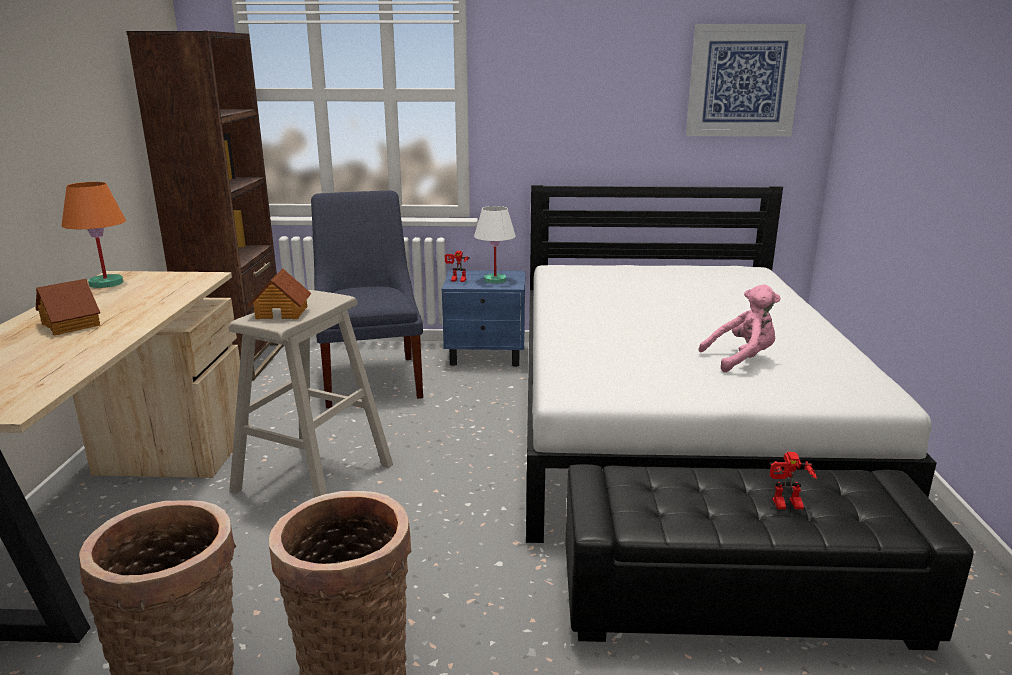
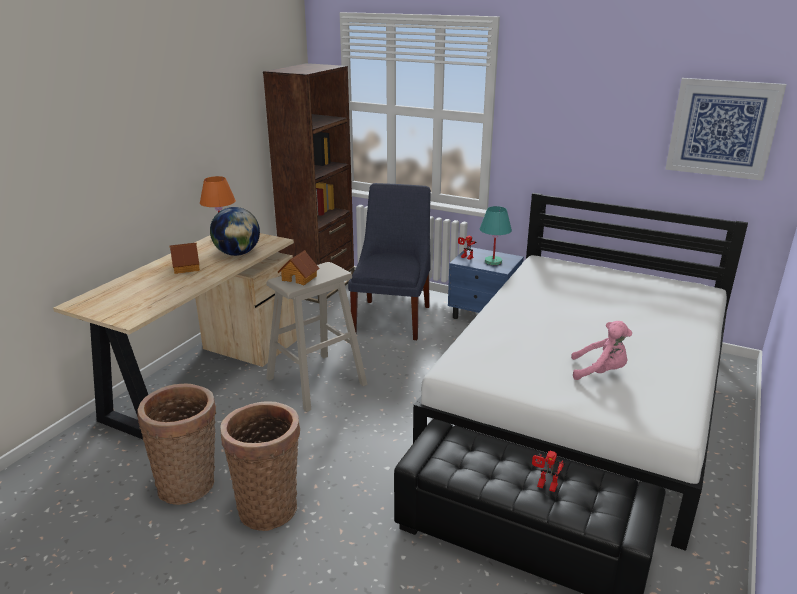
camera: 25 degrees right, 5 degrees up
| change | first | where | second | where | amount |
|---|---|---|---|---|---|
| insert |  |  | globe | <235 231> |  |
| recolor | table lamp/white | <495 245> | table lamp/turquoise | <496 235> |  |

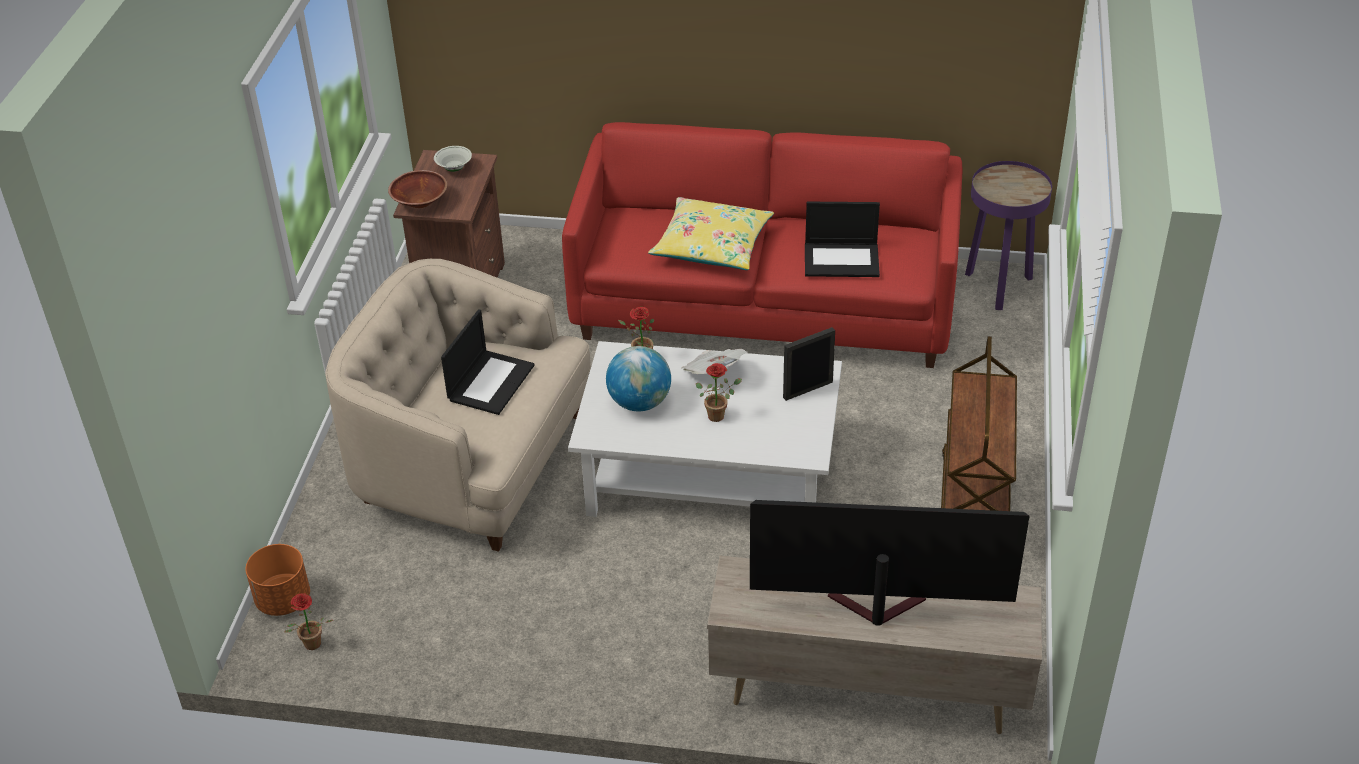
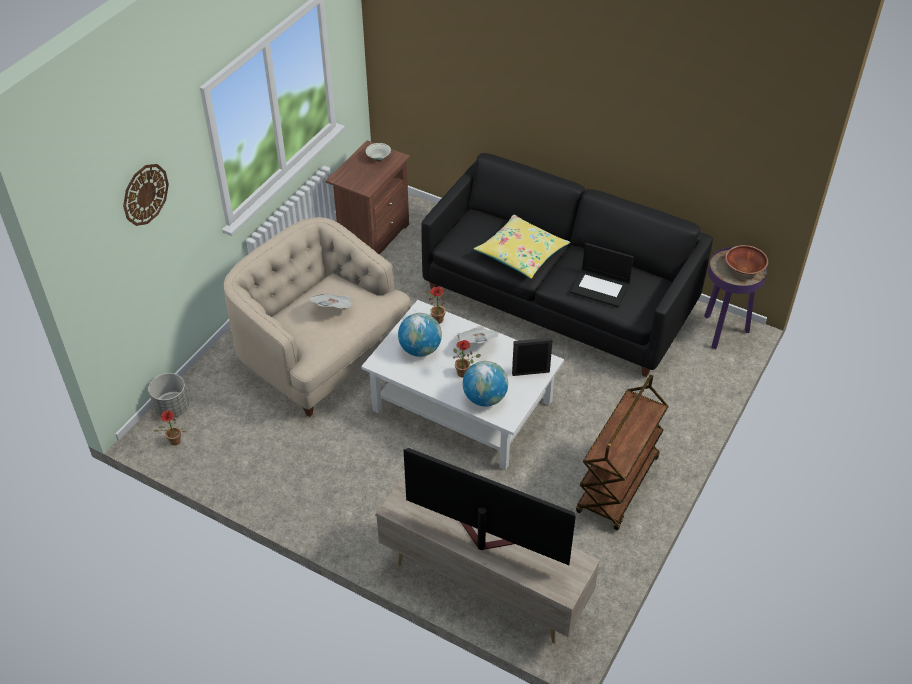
camera: 20 degrees right, 5 degrees up
| change | first | where | second | where | amount |
|---|---|---|---|---|---|
| insert |  |  | wall clock | <146 195> |  |
| insert |  |  | globe | <485 383> |  |
| move | bowl/brown | <417 189> |  | <746 259> |  |
| replace | laptop | <488 362> | newspaper | <331 300> |  |
| recolor | planter/orange | <277 580> | planter/grey | <168 395> |  |
| recolor | sofa/red | <762 245> | sofa/black | <567 265> |  |

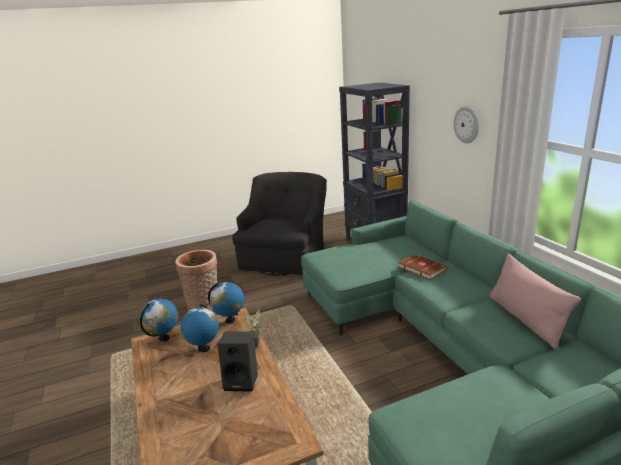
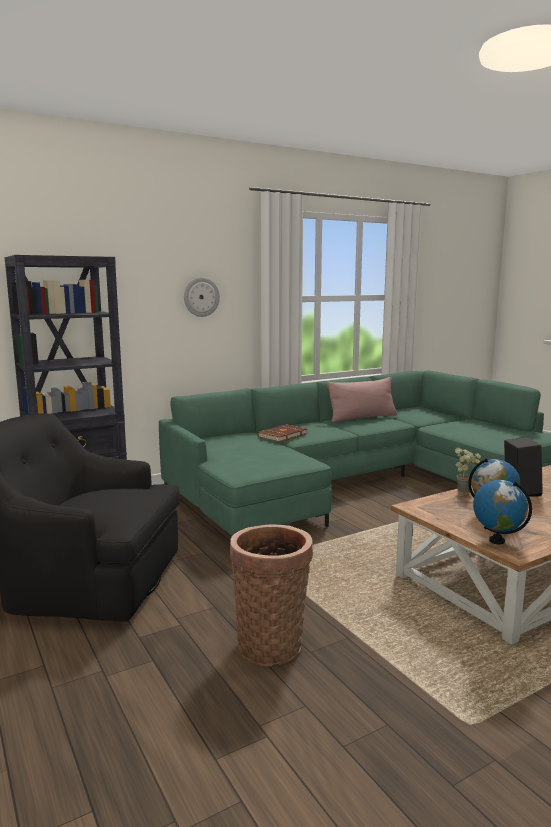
camera: 100 degrees left, 10 degrees down
| change | first | where | second | where | amount |
|---|---|---|---|---|---|
| delete | globe | <226 303> |  |  |  |

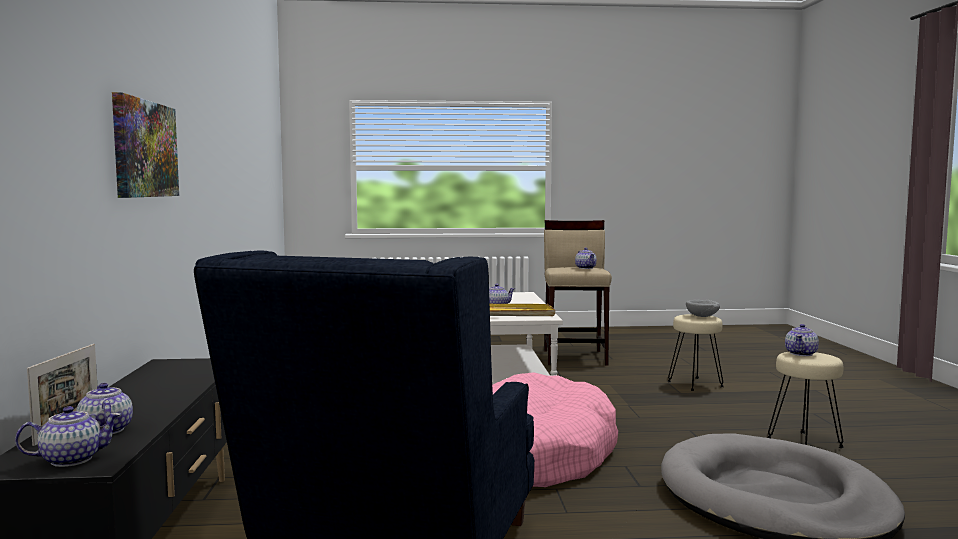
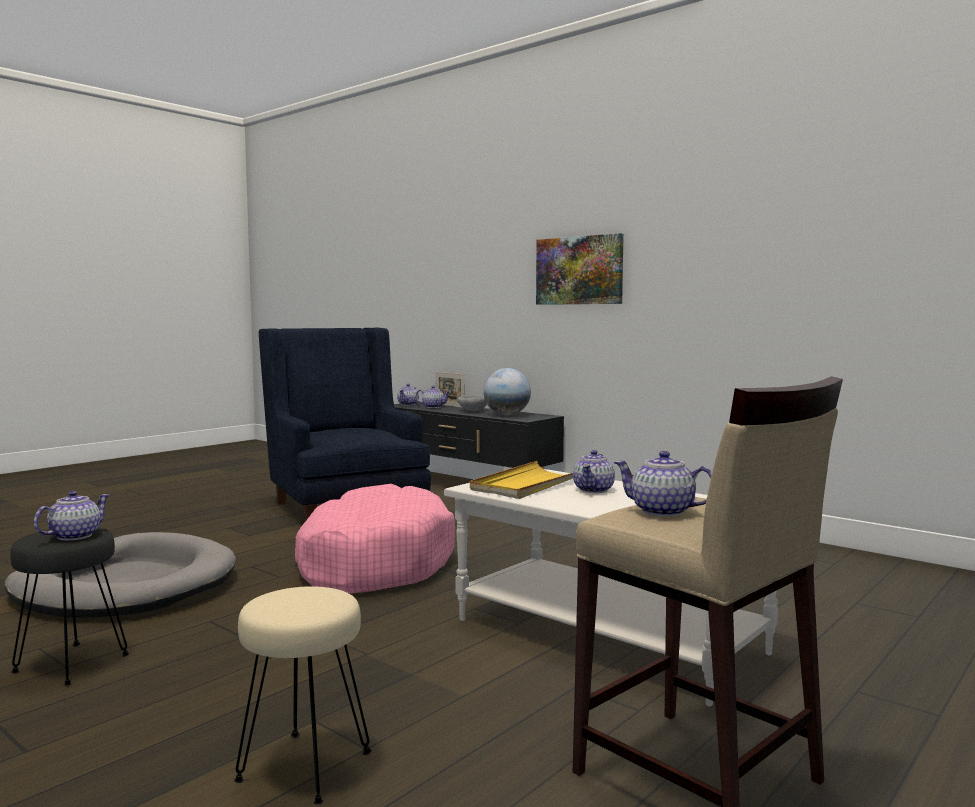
camera: 135 degrees right, 0 degrees up
| change | first | where | second | where | amount |
|---|---|---|---|---|---|
| insert |  |  | globe | <507 391> |  |
| move | bowl/grey | <703 308> |  | <472 403> |  |
| recolor | stool/beige | <805 400> | stool/black | <69 606> |  |
| rotate | teapot | <802 340> |  | <72 515> | 45 degrees clockwise |

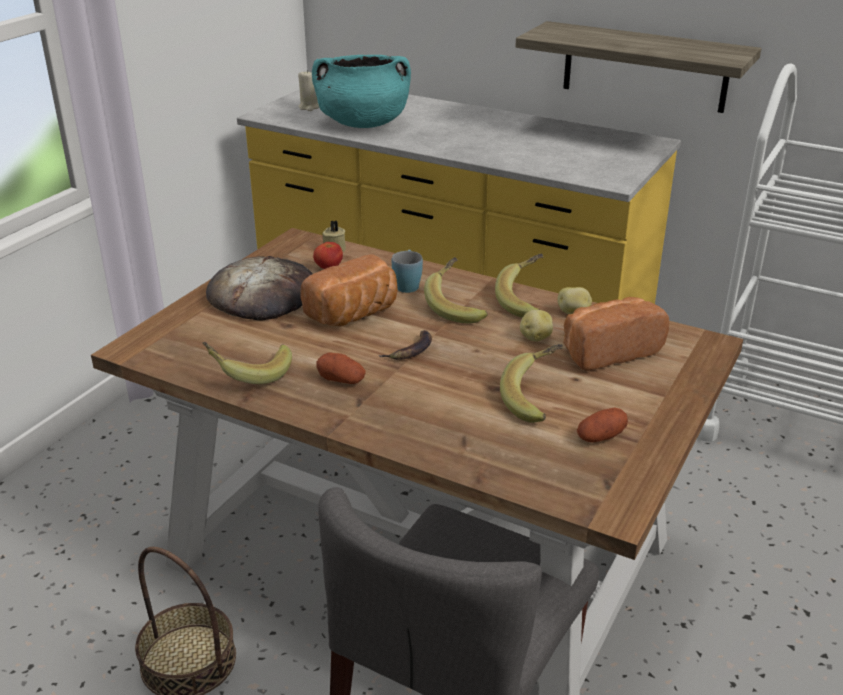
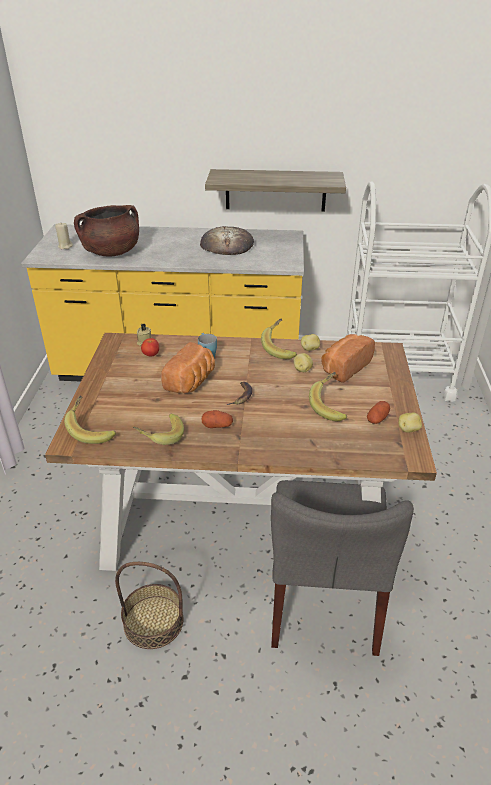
camera: 25 degrees left, 5 degrees up
| change | first | where | second | where | amount |
|---|---|---|---|---|---|
| insert |  |  | potato | <410 422> |  |
| move | bread | <259 288> |  | <227 240> |  |
| move | banana | <456 290> |  | <90 419> |  |
| recolor | cooking pot/turquoise | <361 91> | cooking pot/brown | <106 230> |  |

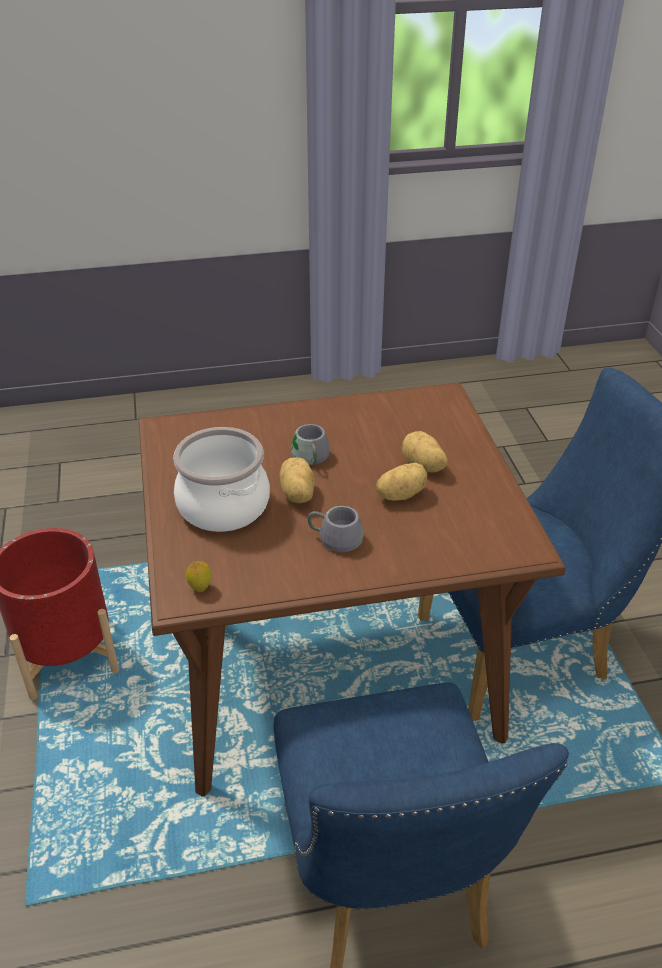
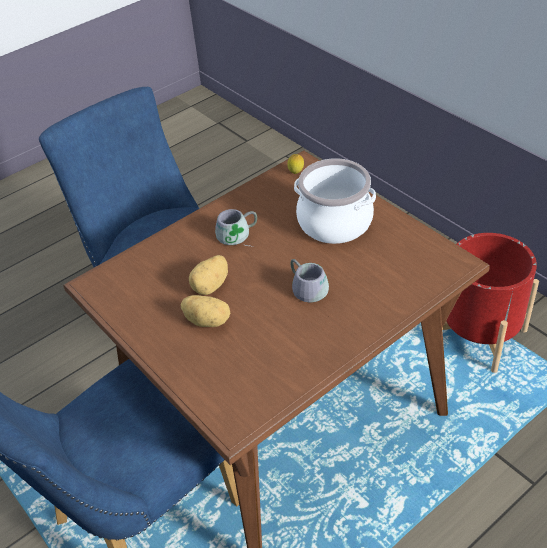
camera: 155 degrees right, 5 degrees up
| change | first | where | second | where | amount |
|---|---|---|---|---|---|
| delete | potato | <297 480> |  |  |  |

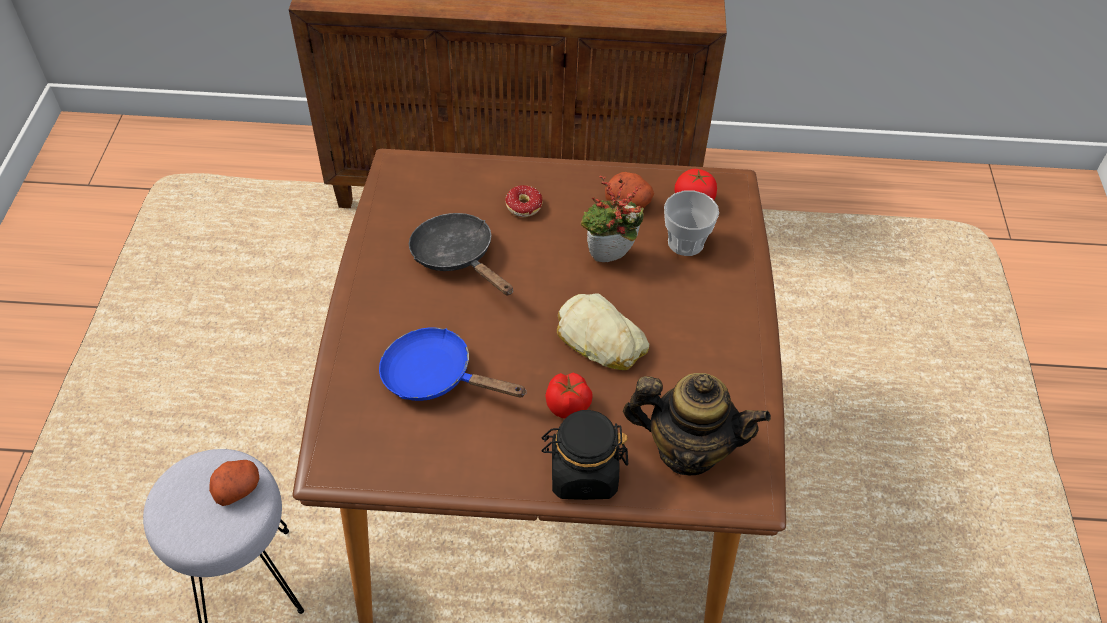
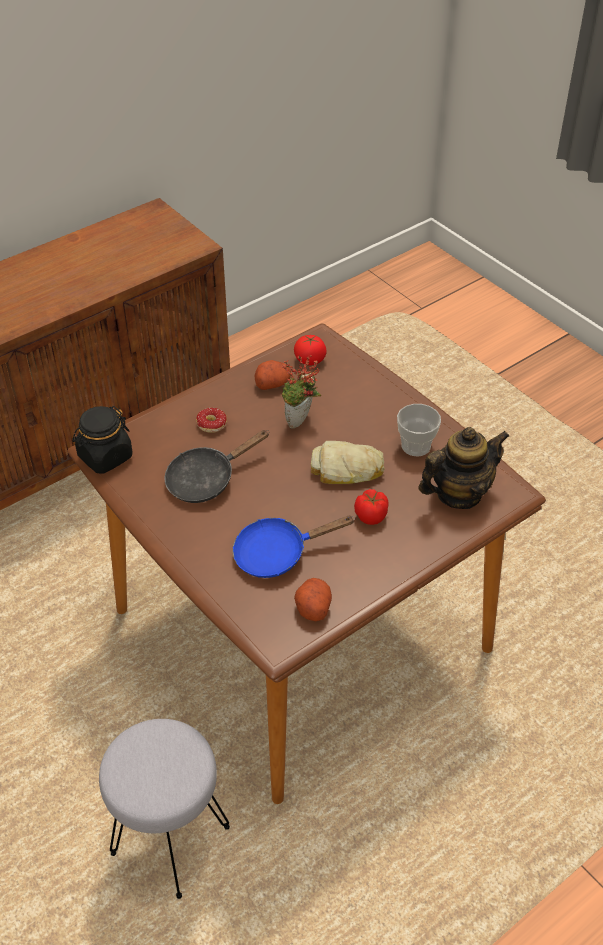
camera: 40 degrees left, 5 degrees down
| change | first | where | second | where | amount |
|---|---|---|---|---|---|
| move | potato | <234 483> |  | <313 599> |  |
| move | jar/black | <585 455> |  | <102 440> |  |
| move | cup | <691 223> |  | <419 430> |  |
| rotate | frying pan/black | <461 254> |  | <216 466> | 45 degrees counterclockwise |

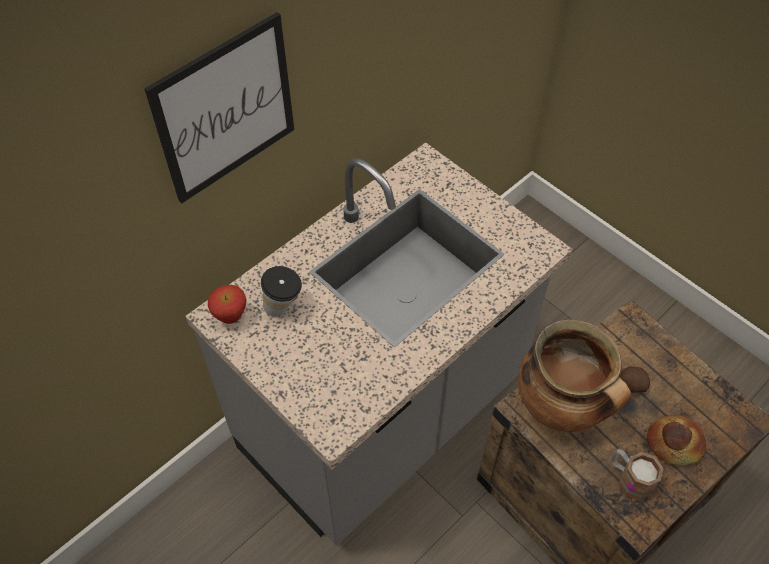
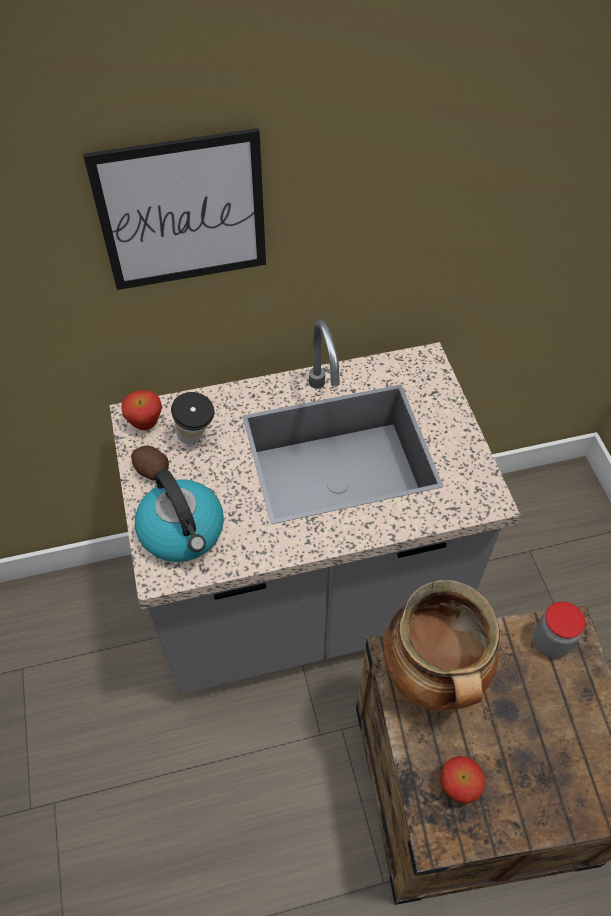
camera: 30 degrees right, 0 degrees up
| change | first | where | second | where | amount |
|---|---|---|---|---|---|
| delete | bread | <676 440> |  |  |  |
| insert |  |  | kettle | <179 515> |  |
| insert |  |  | jar | <559 629> |  |
| move | potato | <635 379> |  | <150 462> |  |
| replace | mug | <637 475> | apple | <462 780> |  |

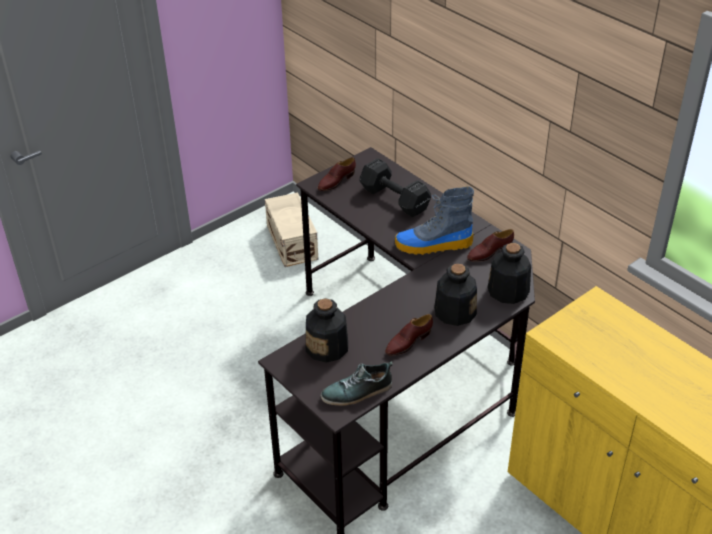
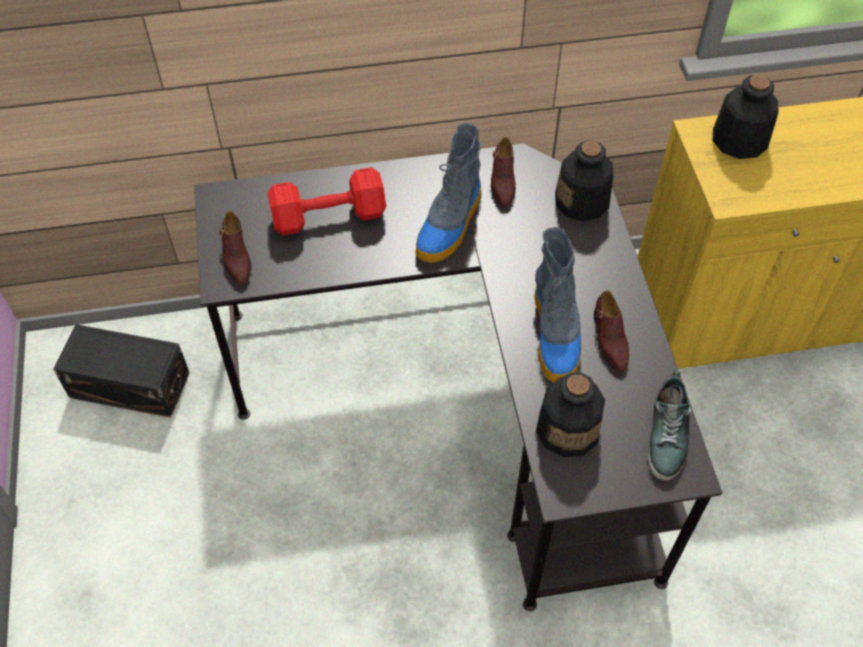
camera: 60 degrees left, 15 degrees up
| change | first | where | second | where | amount |
|---|---|---|---|---|---|
| insert |  |  | boot | <558 304> |  |
| move | bottle | <455 295> |  | <745 117> |  |
| recolor | storage box/beige | <291 229> | storage box/black | <121 371> |  |
| recolor | dumbbell/black | <395 187> | dumbbell/red | <327 201> |  |

